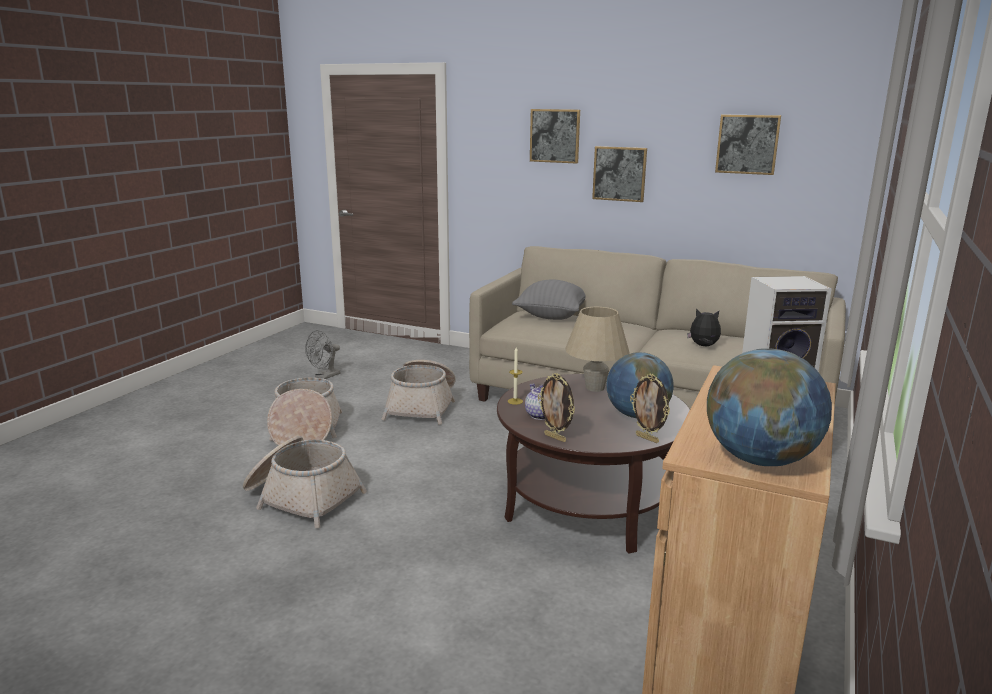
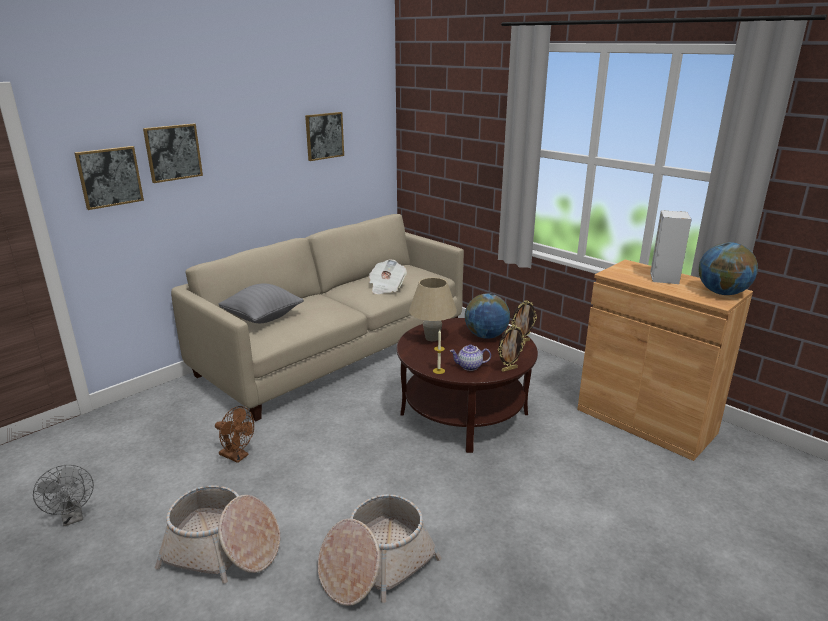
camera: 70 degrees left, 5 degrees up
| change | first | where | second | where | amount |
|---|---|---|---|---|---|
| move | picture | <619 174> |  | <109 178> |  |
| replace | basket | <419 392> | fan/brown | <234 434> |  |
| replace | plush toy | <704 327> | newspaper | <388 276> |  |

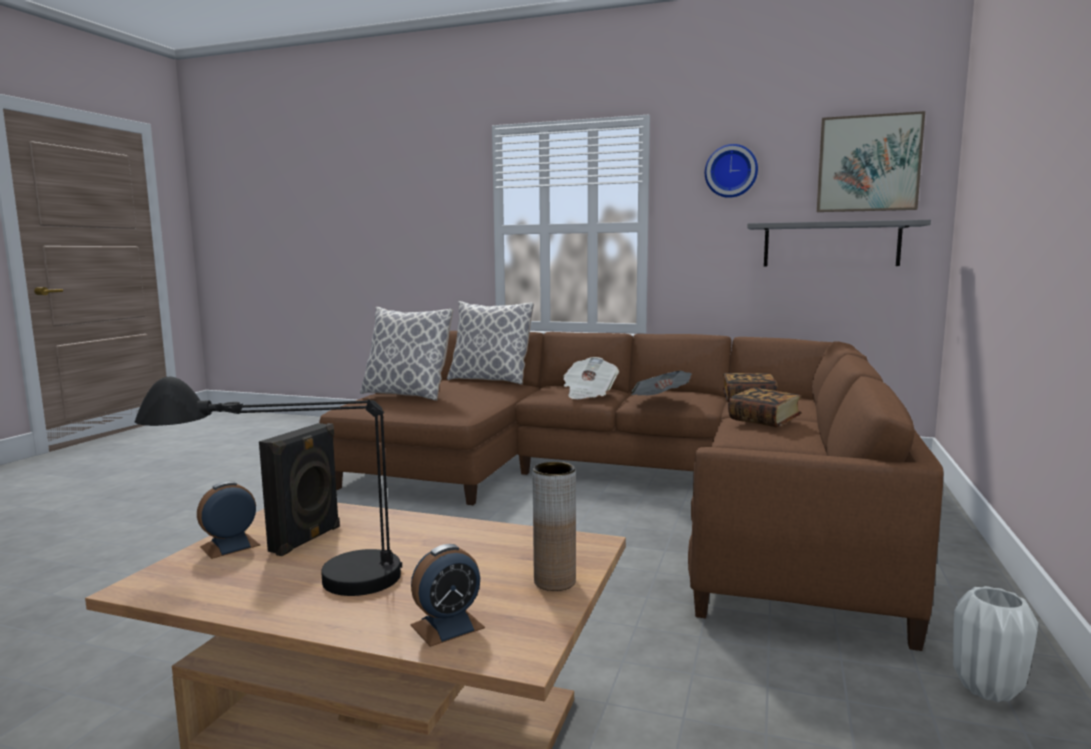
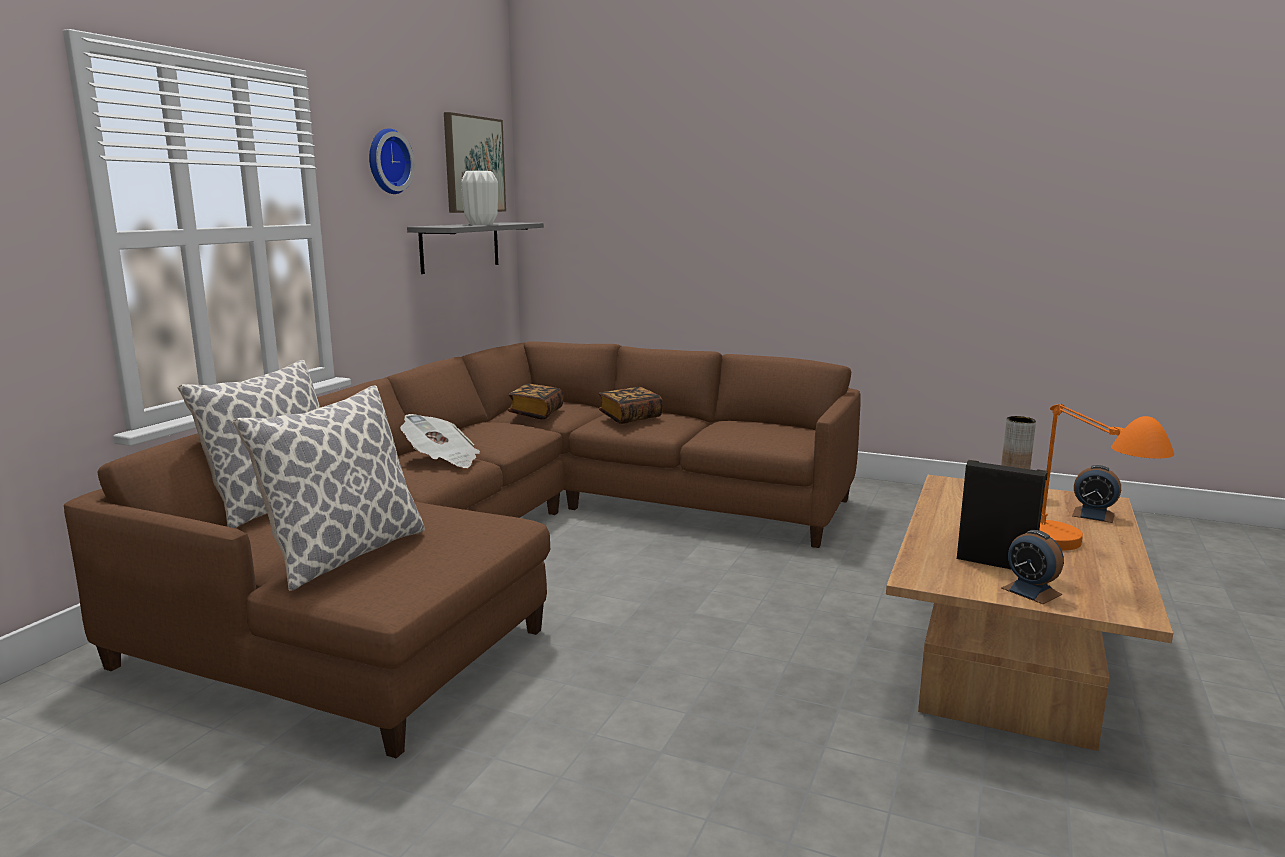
camera: 85 degrees left, 5 degrees up
| change | first | where | second | where | amount |
|---|---|---|---|---|---|
| delete | newspaper | <661 383> |  |  |  |
| move | vase/white | <995 644> |  | <479 198> |  |
| recolor | table lamp/black | <268 486> | table lamp/orange | <1106 477> |  |
| rotate | alarm clock | <447 595> |  | <1096 494> | 150 degrees clockwise |

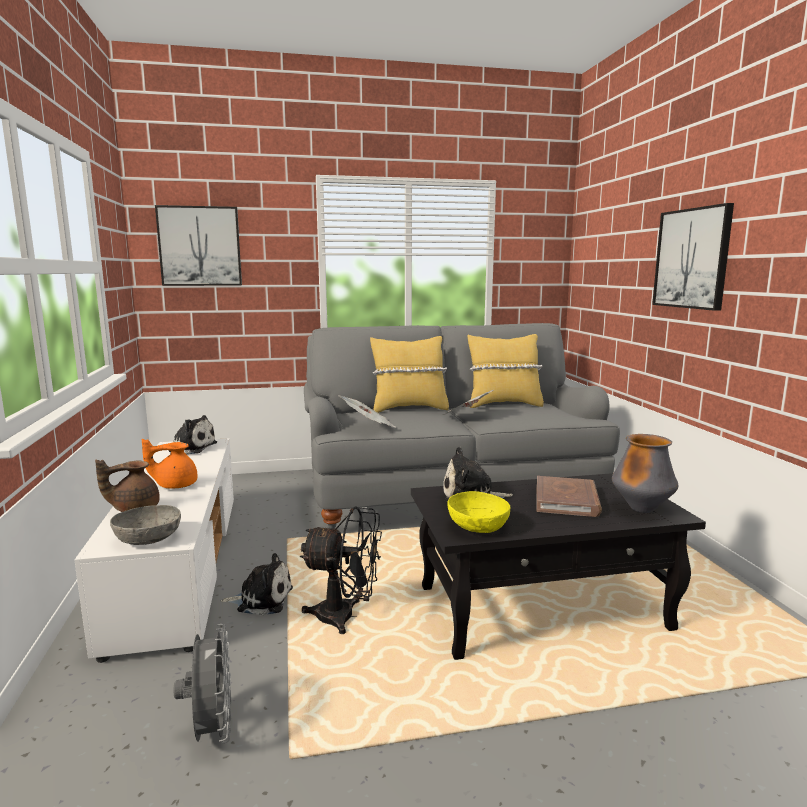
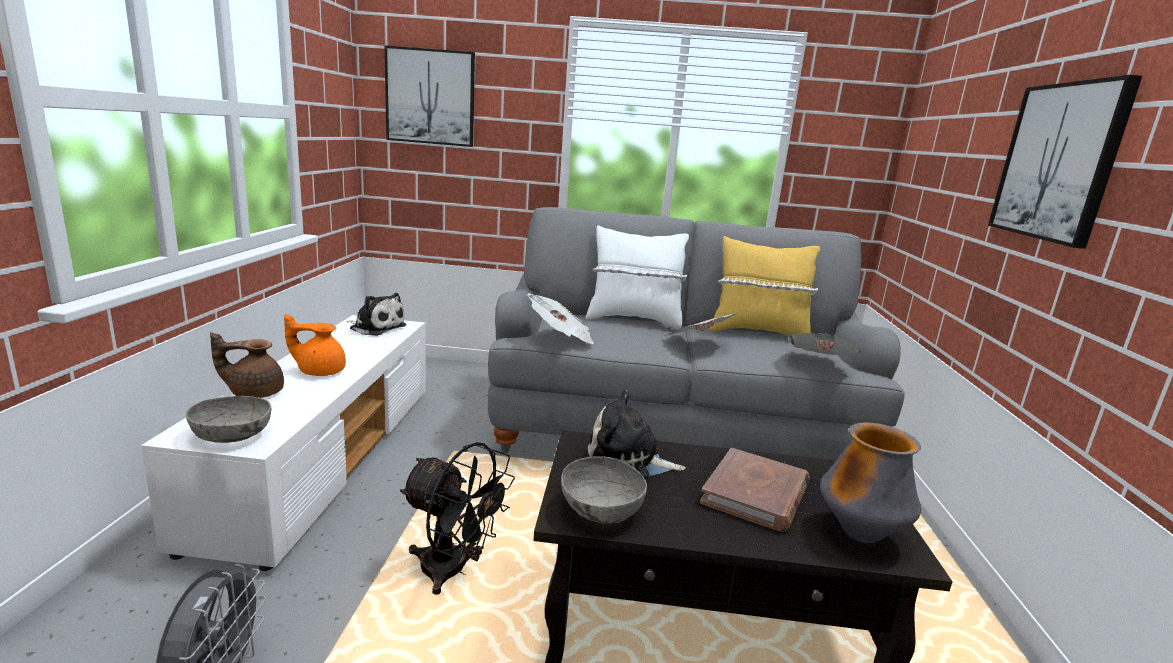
camera: 15 degrees right, 5 degrees up
| change | first | where | second | where | amount |
|---|---|---|---|---|---|
| delete | plush toy | <257 584> |  |  |  |
| insert |  |  | newspaper | <824 344> |  |
| recolor | pillow/yellow | <409 374> | pillow/white | <637 277> |  |
| recolor | bowl/yellow | <478 512> | bowl/grey | <604 490> |  |

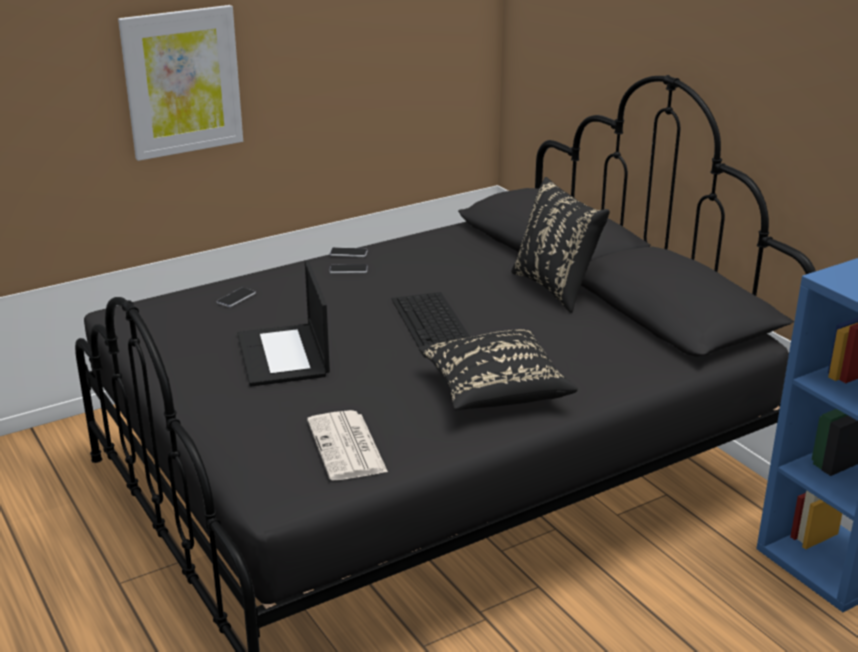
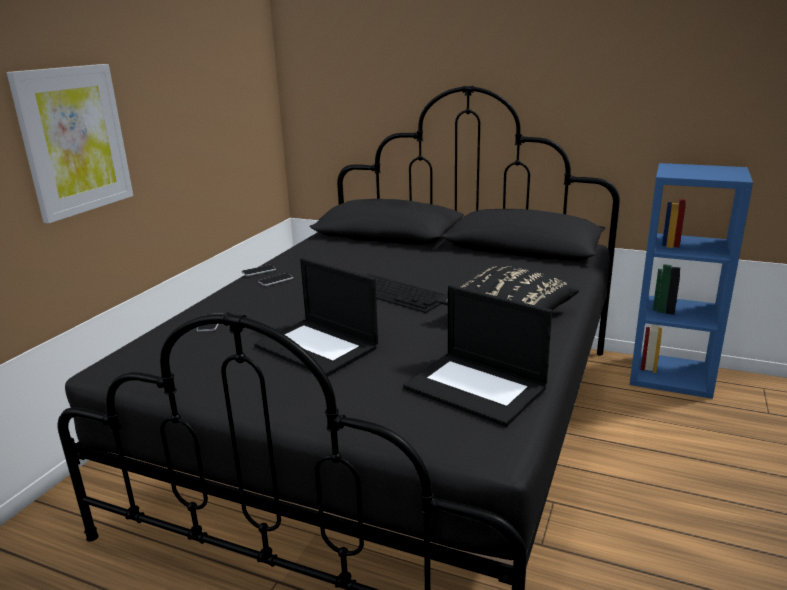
camera: 35 degrees left, 5 degrees down
| change | first | where | second | where | amount |
|---|---|---|---|---|---|
| delete | pillow/black | <560 245> |  |  |  |
| replace | newspaper | <347 445> | laptop | <477 356> |  |

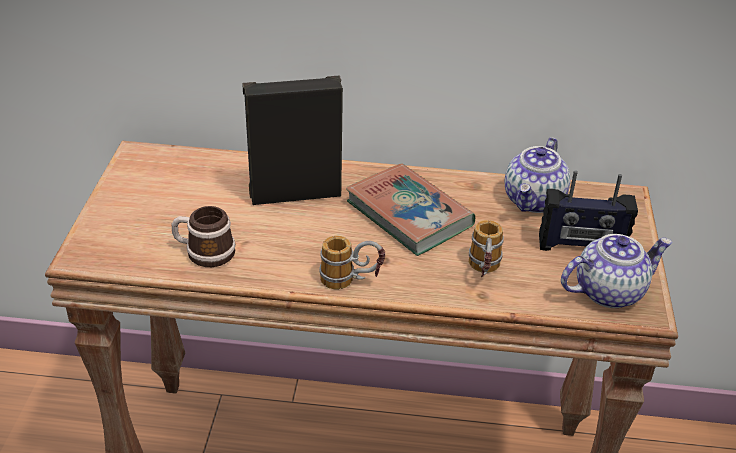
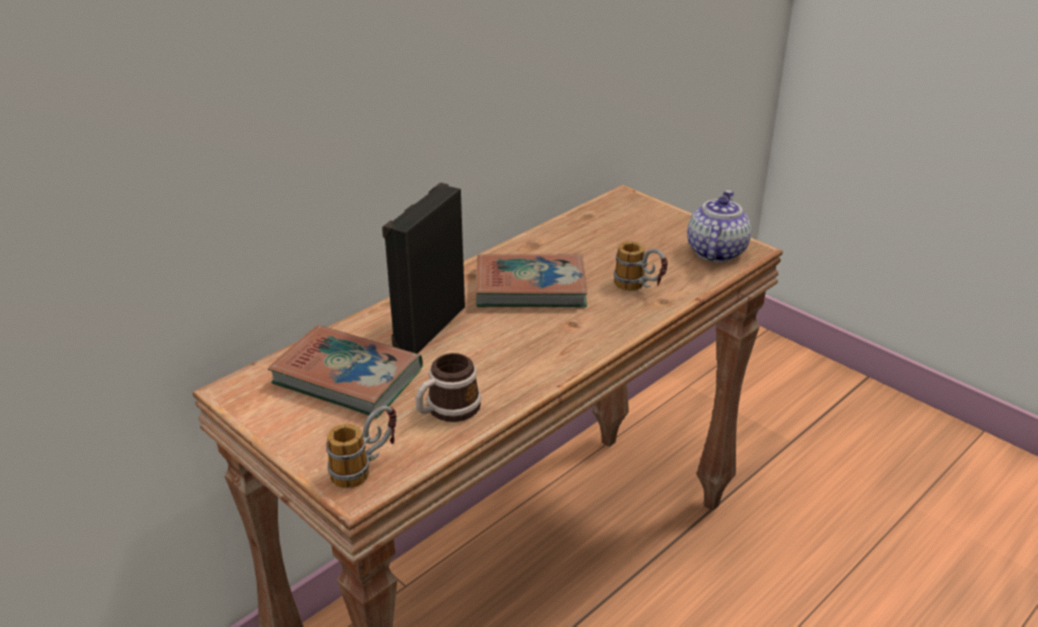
camera: 50 degrees left, 5 degrees down
| change | first | where | second | where | amount |
|---|---|---|---|---|---|
| delete | teapot | <538 175> |  |  |  |
| delete | radio | <588 211> |  |  |  |
| insert |  |  | book | <345 371> |  |
| move | mug | <352 262> |  | <361 447> |  |

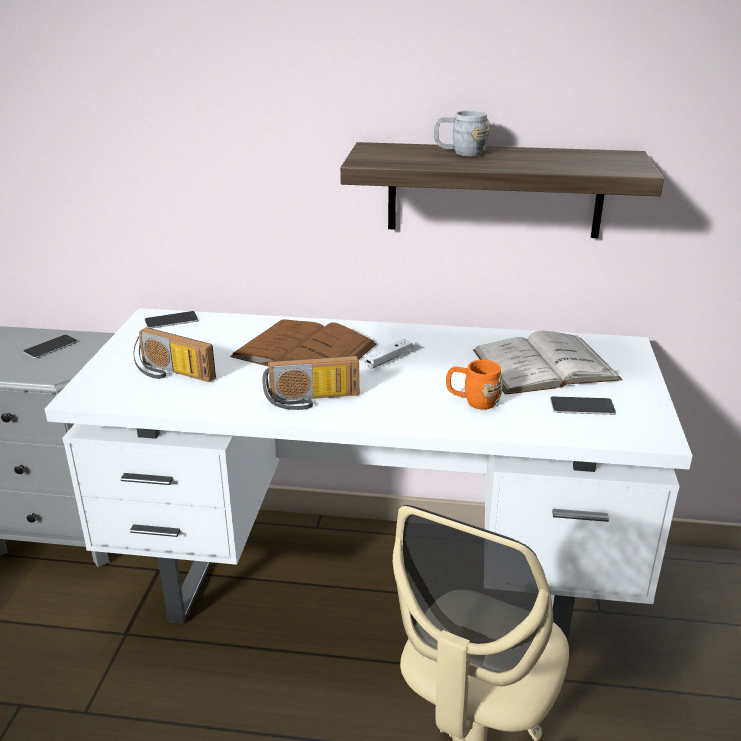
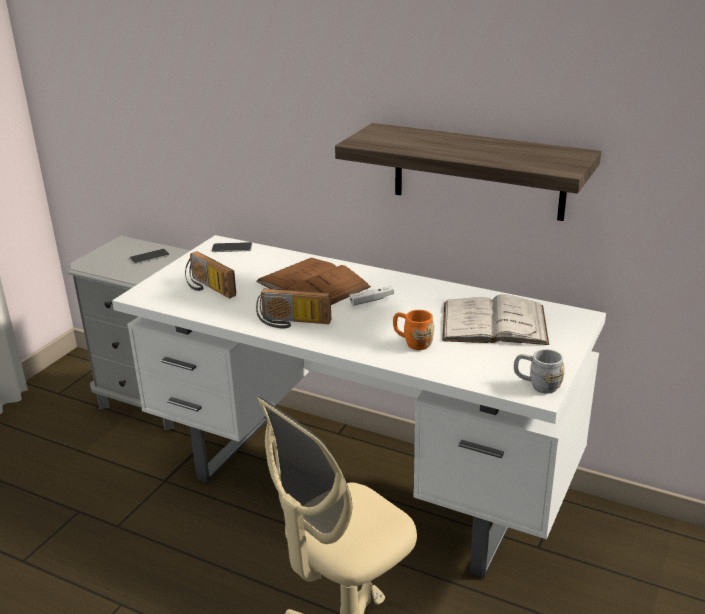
camera: 20 degrees right, 0 degrees up
| change | first | where | second | where | amount |
|---|---|---|---|---|---|
| delete | phone | <583 405> |  |  |  |
| move | mug/grey | <461 133> |  | <539 371> |  |

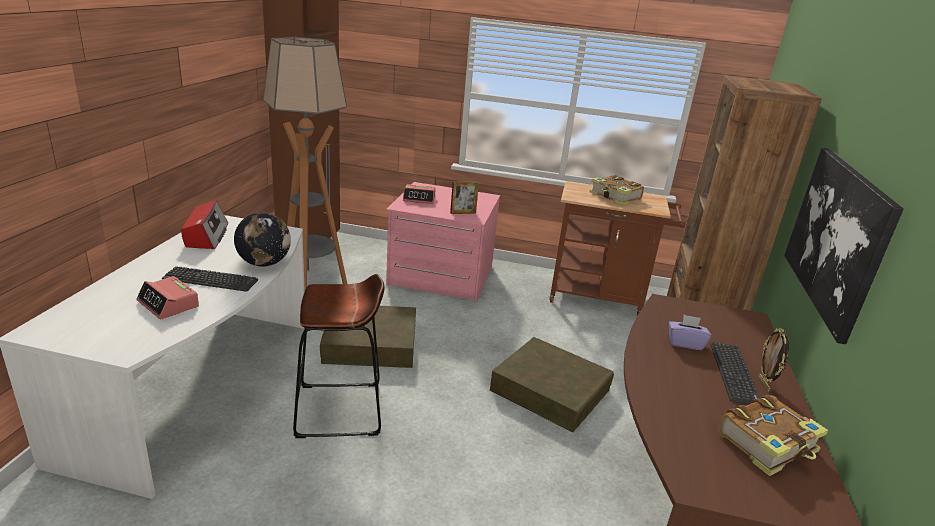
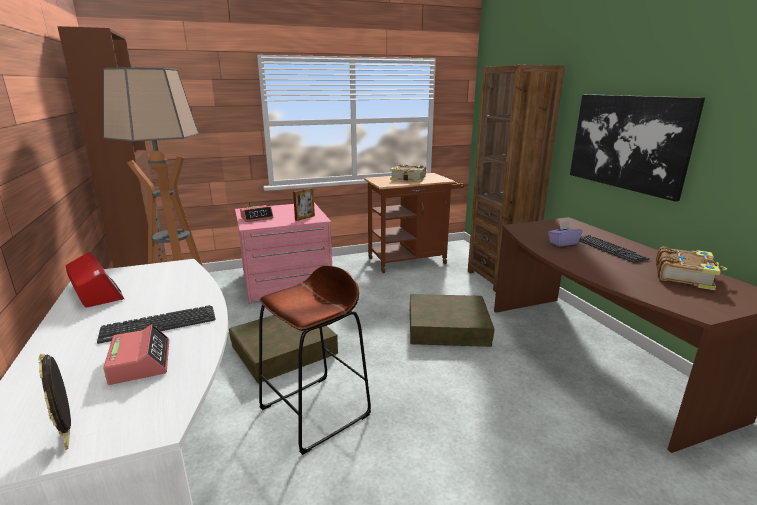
camera: 30 degrees left, 5 degrees down
| change | first | where | second | where | amount |
|---|---|---|---|---|---|
| delete | globe | <262 240> |  |  |  |
| move | picture frame | <773 360> |  | <54 402> |  |
| rotate | alarm clock | <167 297> |  | <136 354> | 120 degrees counterclockwise |

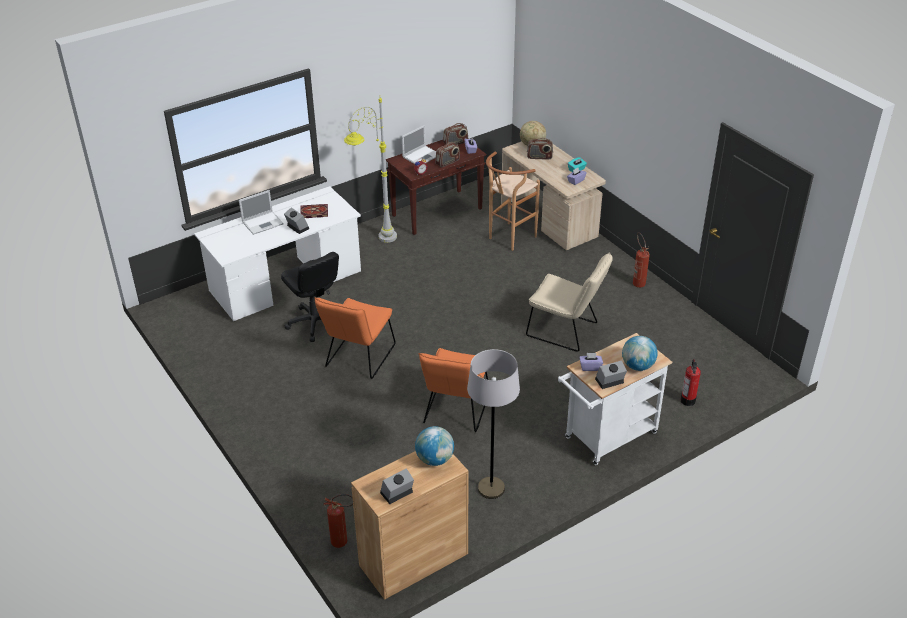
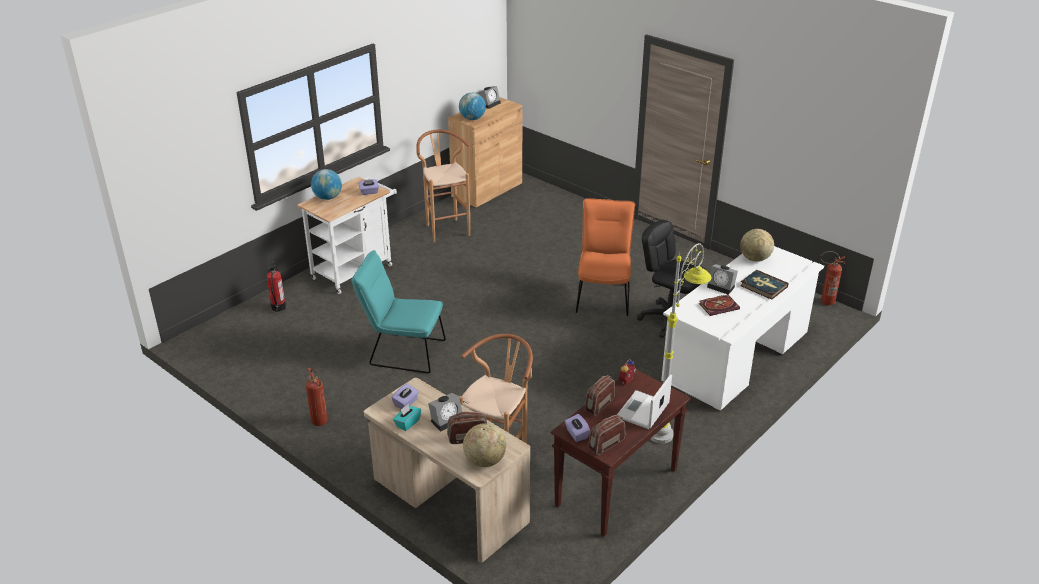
camera: 165 degrees right, 5 degrees down
| change | first | where | second | where | amount |
|---|---|---|---|---|---|
| delete | chair/orange | <453 390> |  |  |  |
| insert |  |  | globe | <757 245> |  |
| move | fire extinguisher | <338 521> |  | <832 278> |  |
| move | alarm clock | <611 375> |  | <445 412> |  |
| replace | laptop | <261 212> | book | <764 285> |  |
| replace | floor lamp/grey | <493 424> | stool/brown | <443 186> |  |
| recolor | chair/beige | <569 302> | chair/turquoise | <399 311> |  |

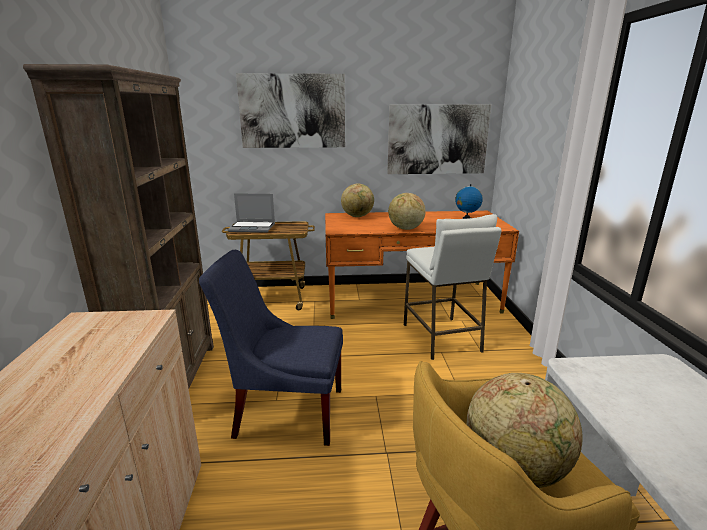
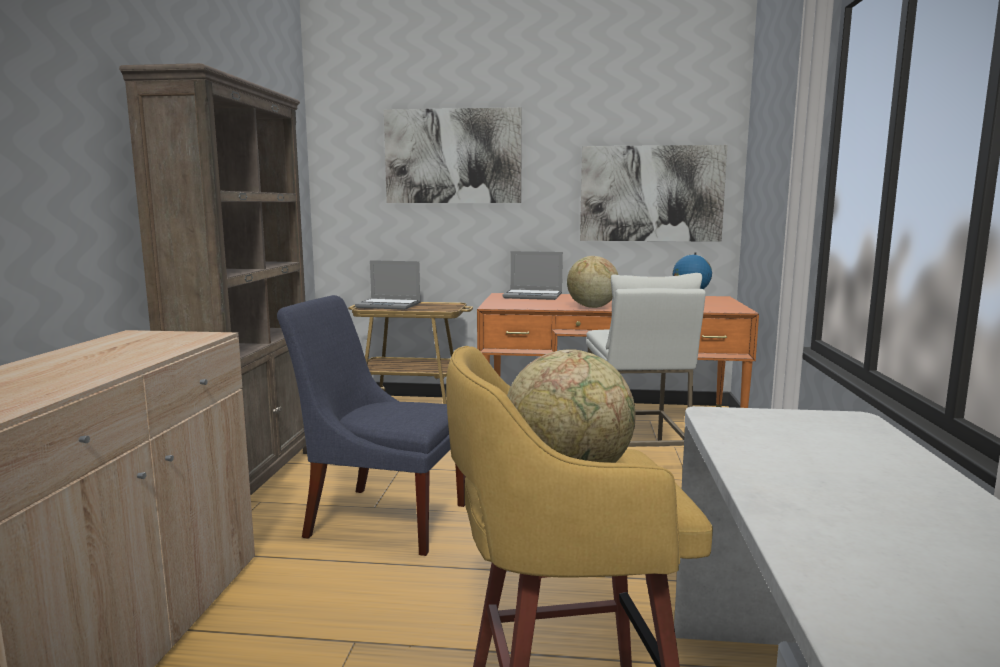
camera: 10 degrees right, 10 degrees down
| change | first | where | second | where | amount |
|---|---|---|---|---|---|
| replace | globe | <357 200> | laptop | <533 275> |  |

